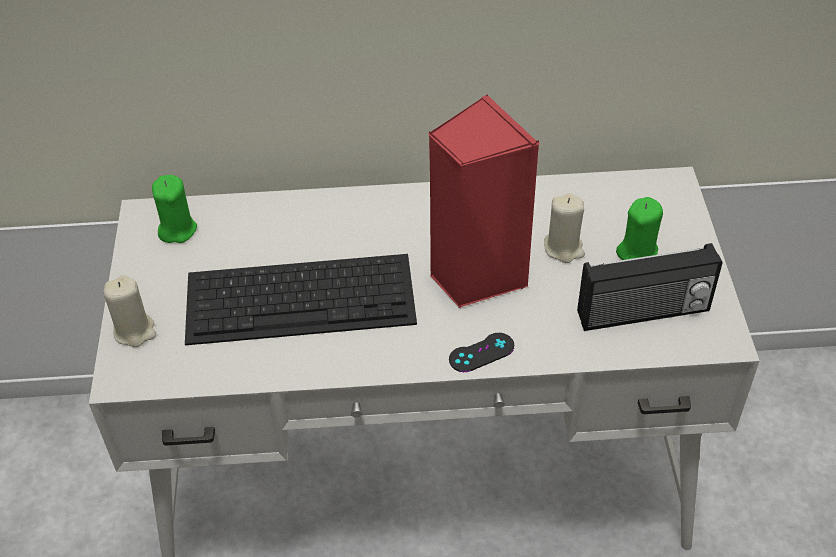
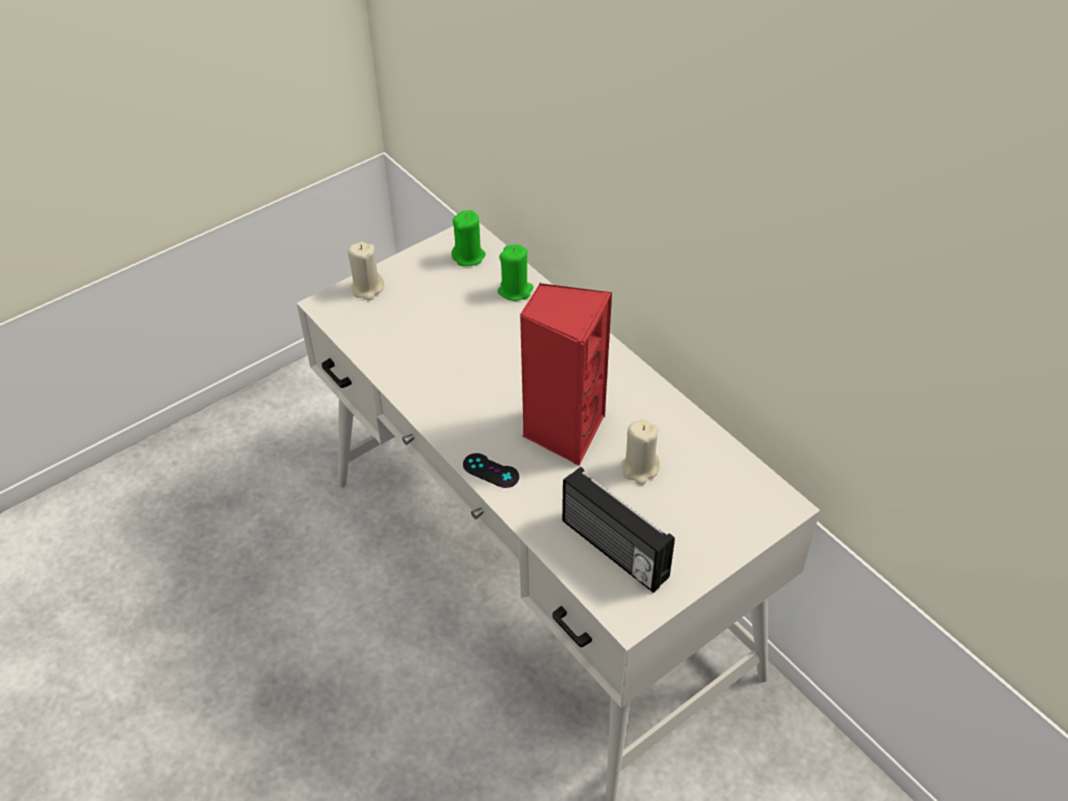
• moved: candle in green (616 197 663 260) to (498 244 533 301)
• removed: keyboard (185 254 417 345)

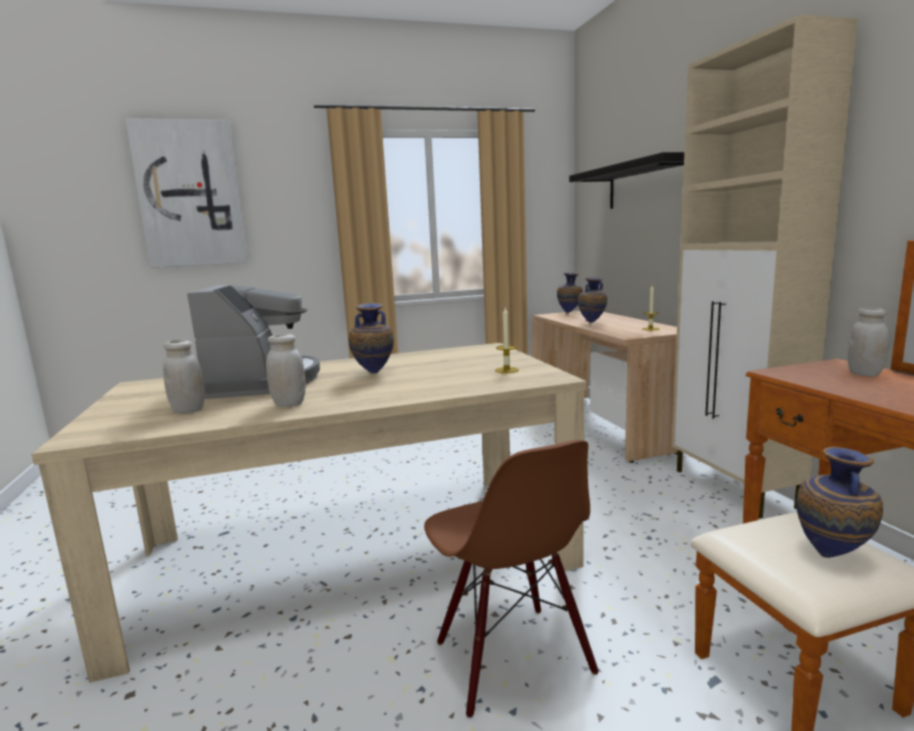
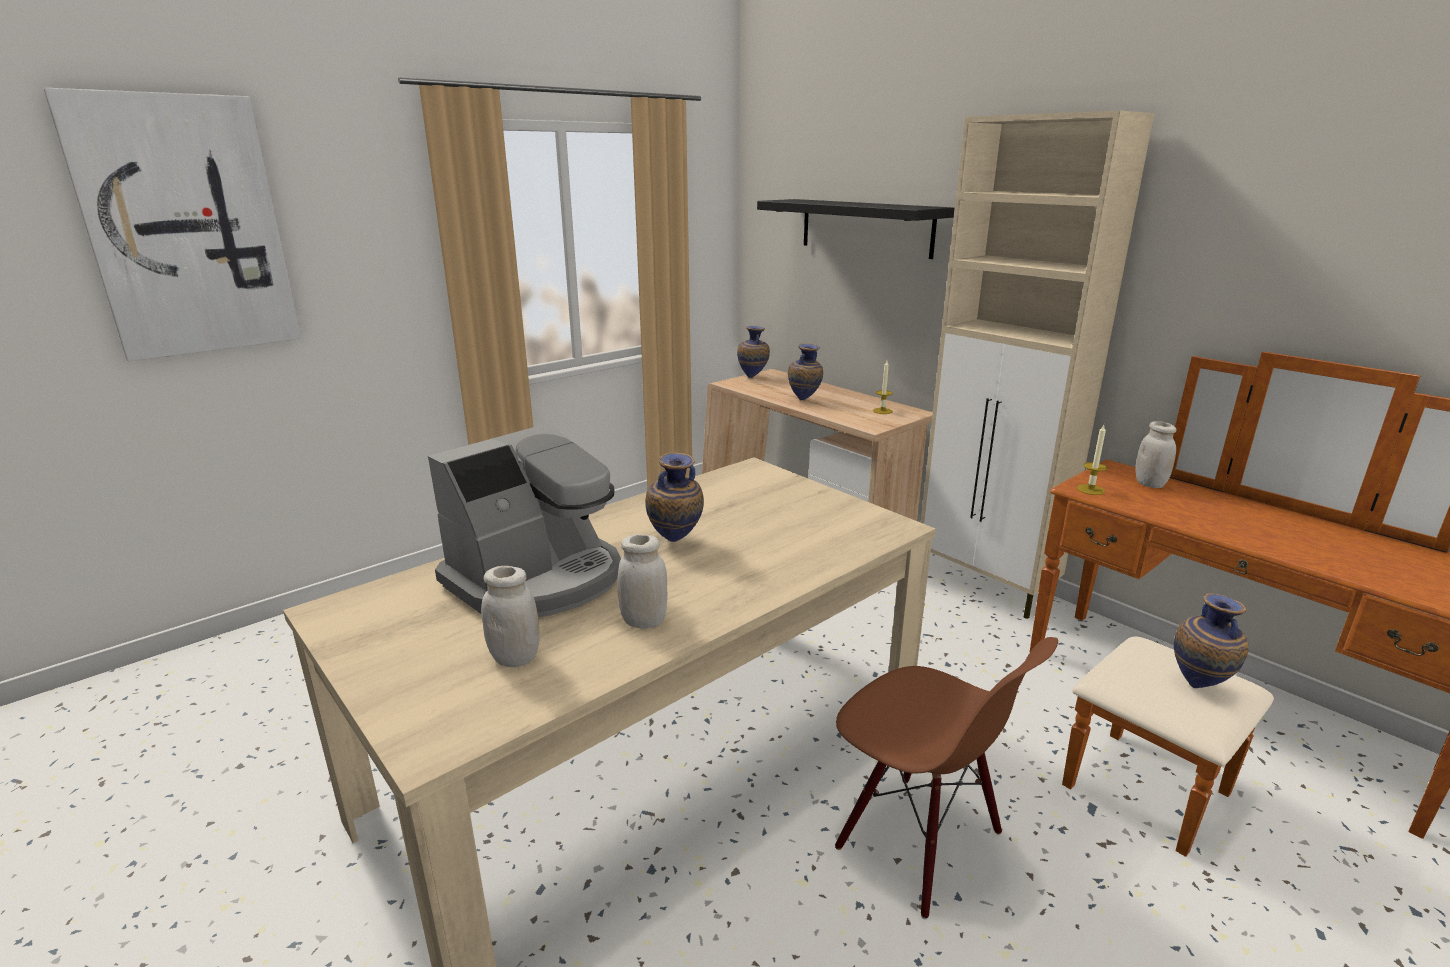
• turned: coffee machine (187 285 320 399) = (428 423 621 617) 75 degrees clockwise
• moved: candle (495 307 519 373) to (1077 425 1108 495)

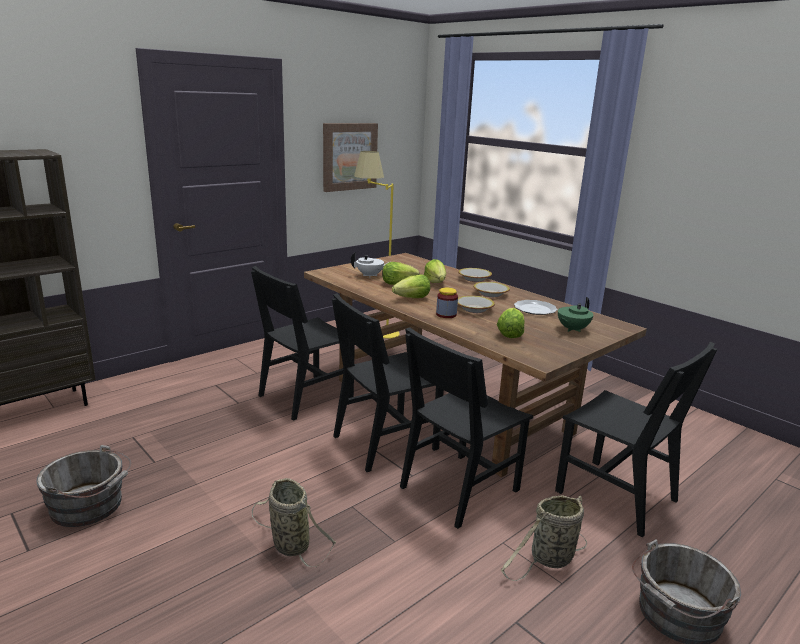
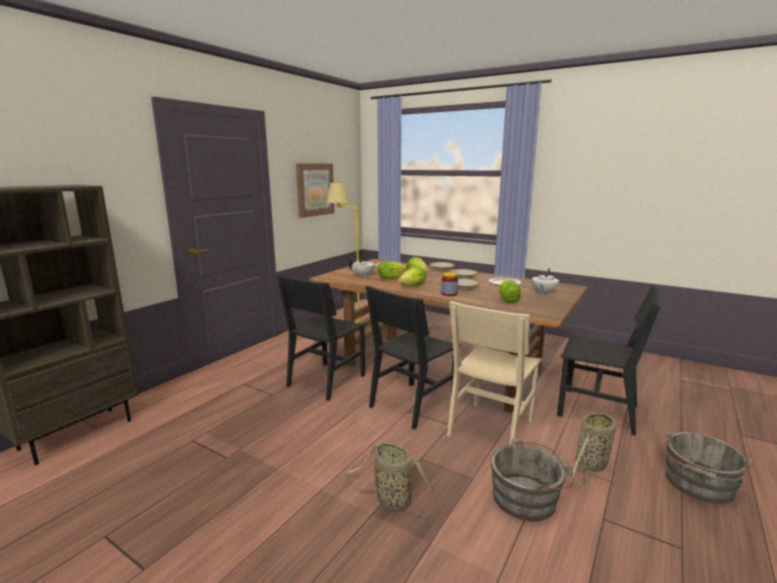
• recoloured: chair in black (400 327 533 529) to chair in beige (447 301 542 445)
• moved: bucket in grey (37 445 131 527) to (491 439 574 521)
• recoloured: teapot in green (558 297 593 332) to teapot in white (532 268 559 294)

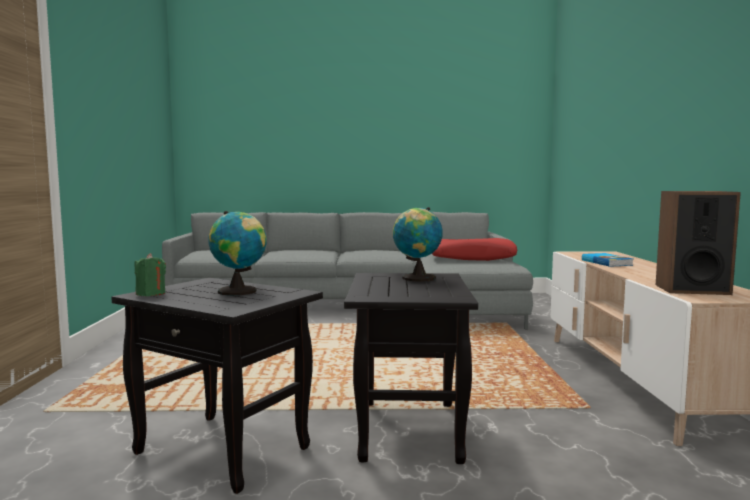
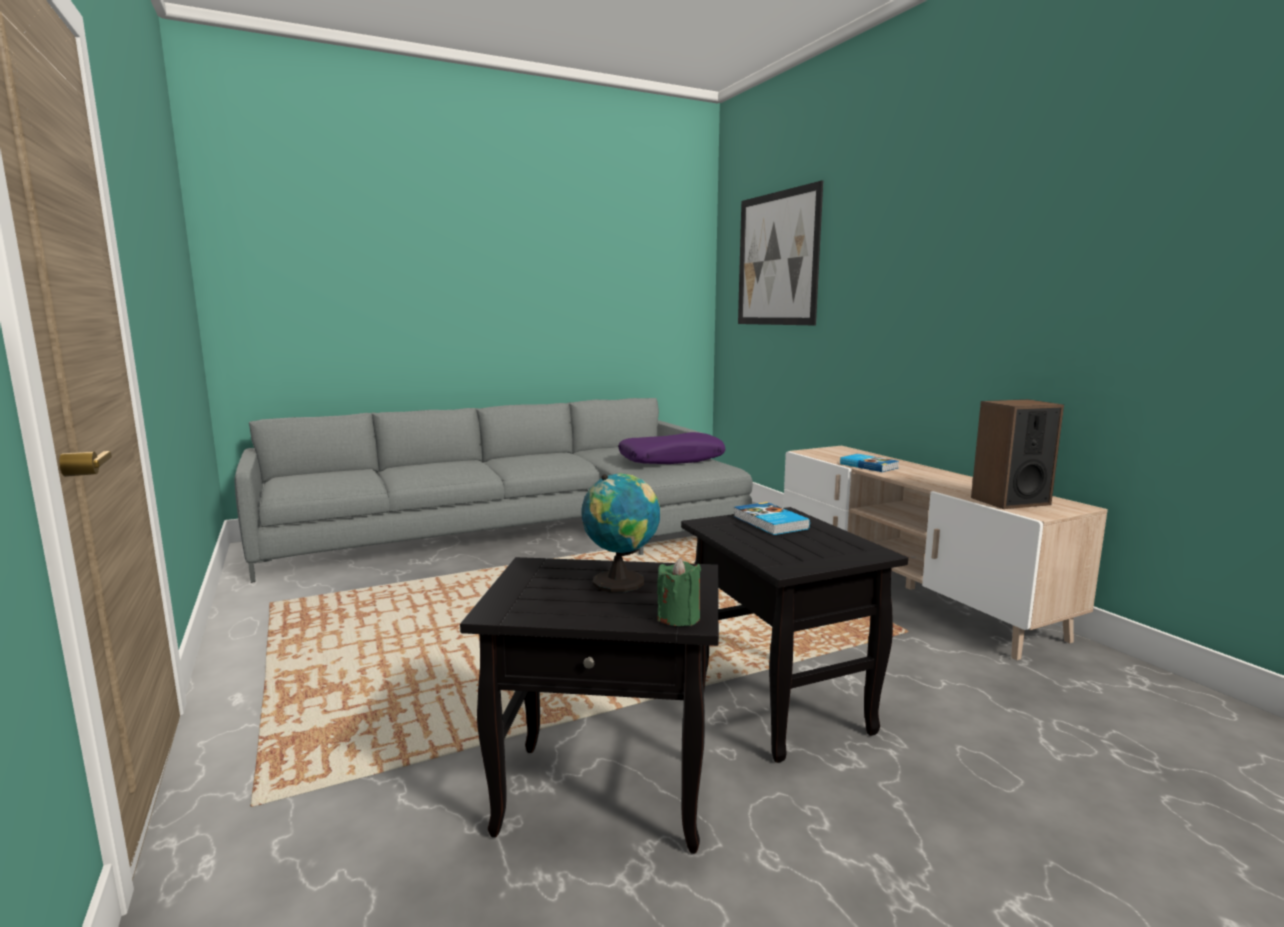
• recoloured: pillow in red (432 238 517 261) to pillow in purple (618 432 725 464)
• moved: candle in green (134 253 166 296) to (657 557 701 626)
• replaced: globe (393 207 443 282) to book (734 502 810 535)
• added: picture (738 181 823 325)

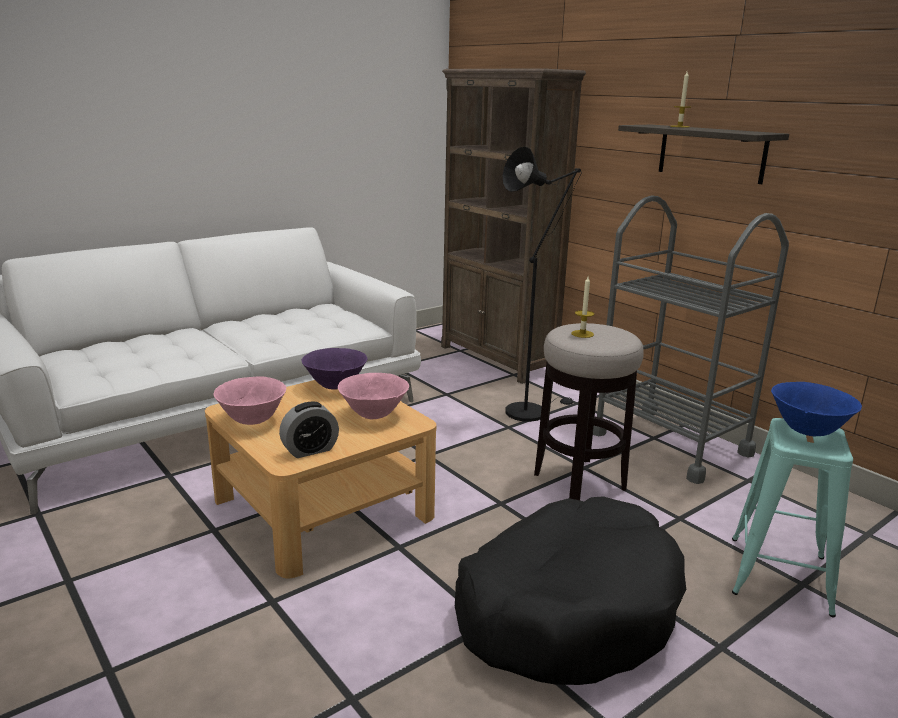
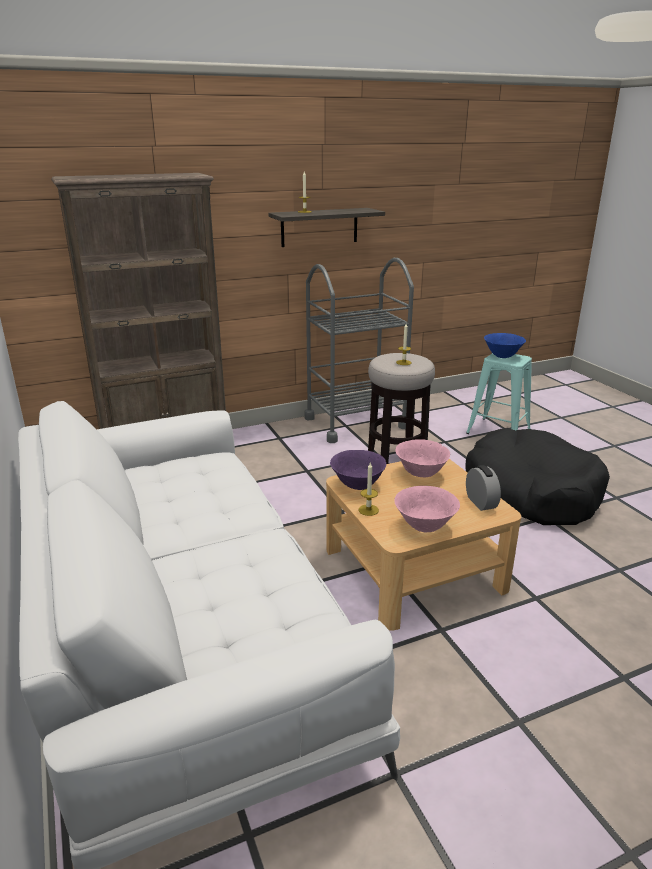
• added: candle (359 463 379 516)
• removed: floor lamp in black (502 146 582 422)

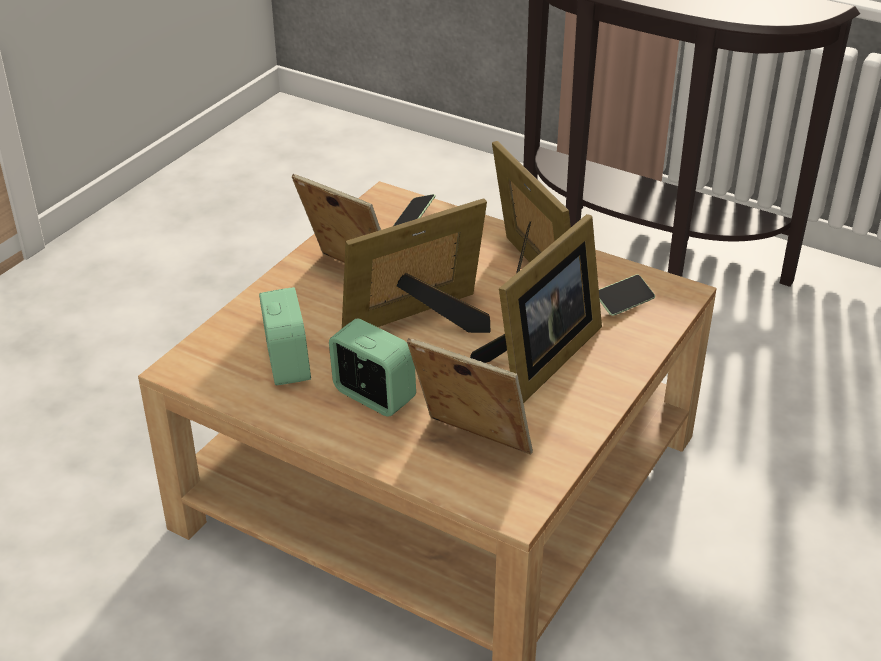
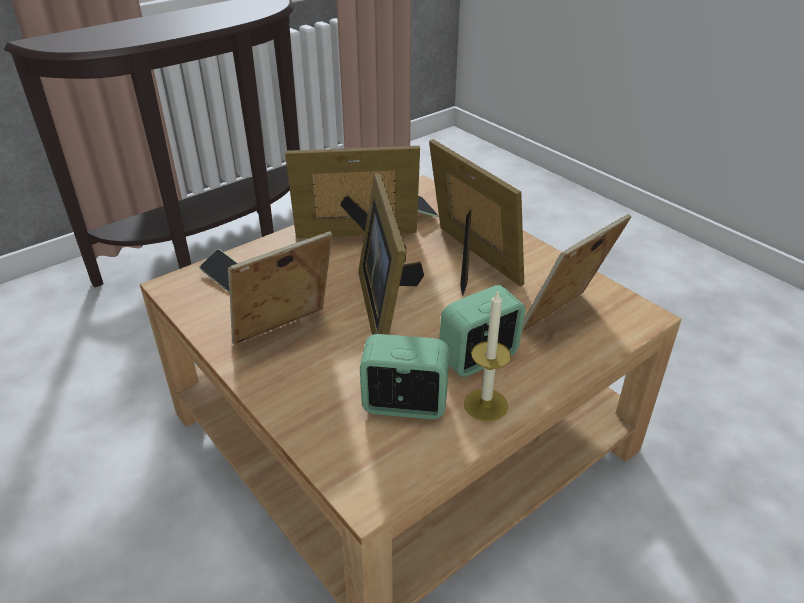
• added: candle (464 291 511 421)

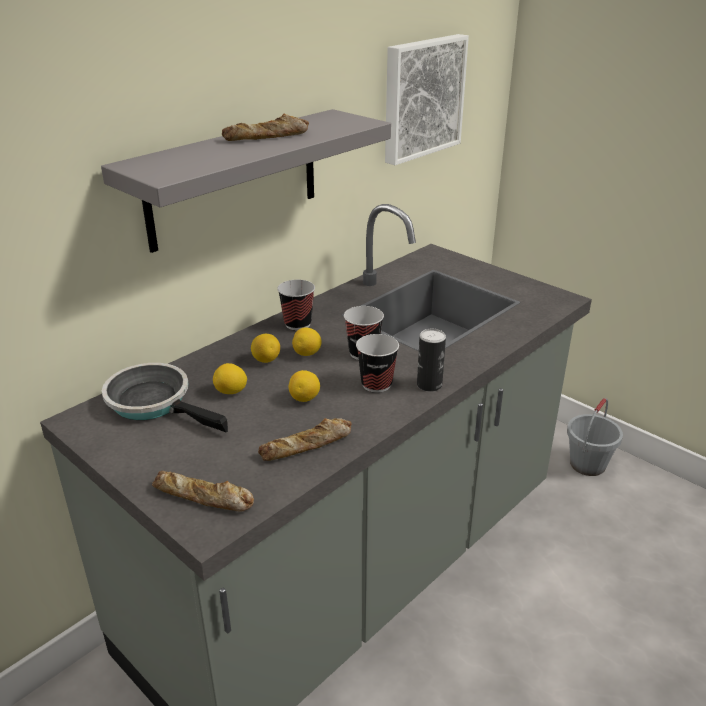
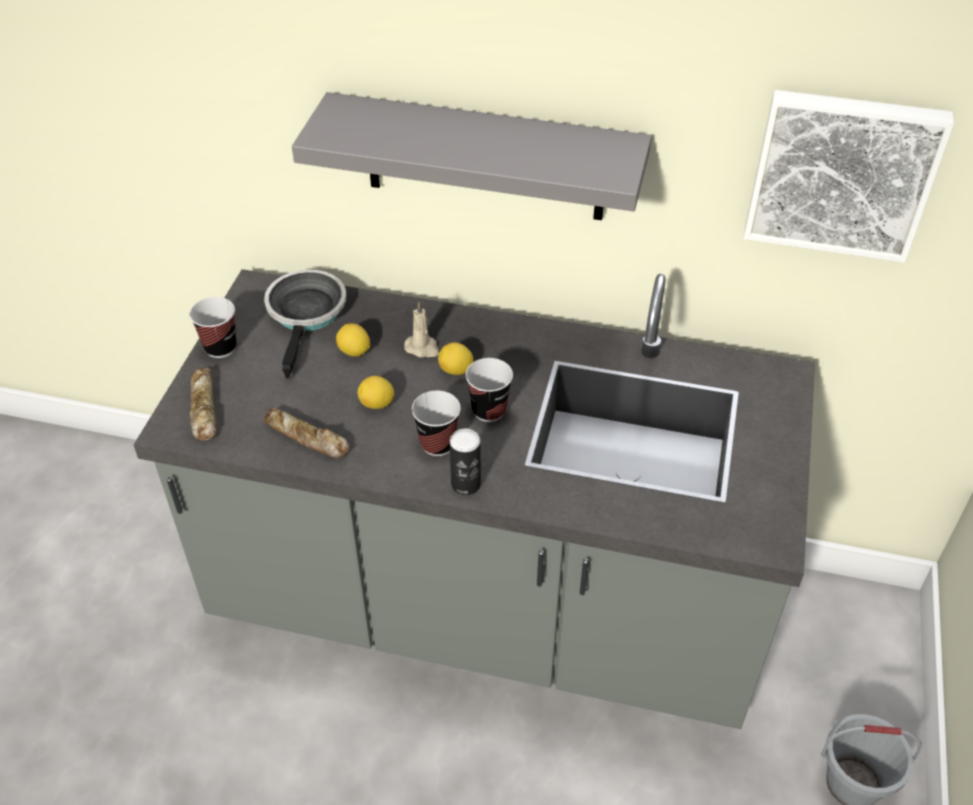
• moved: cup (277 280 315 330) to (189 297 237 358)
• replaced: lemon (251 334 280 363) to candle in beige (404 302 439 358)
• removed: bread (222 114 309 141)

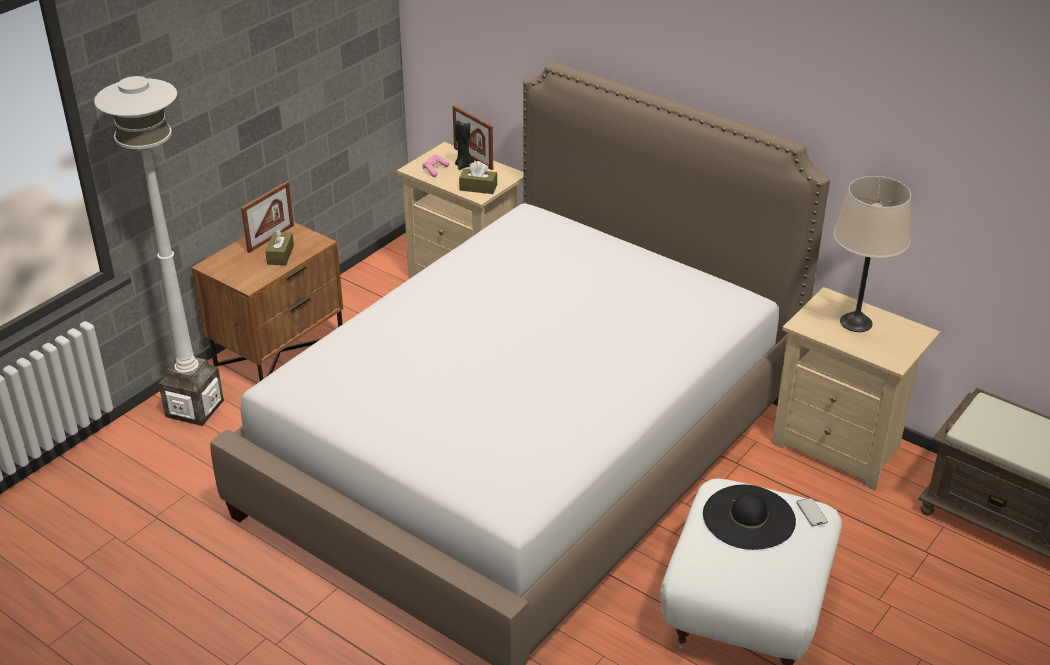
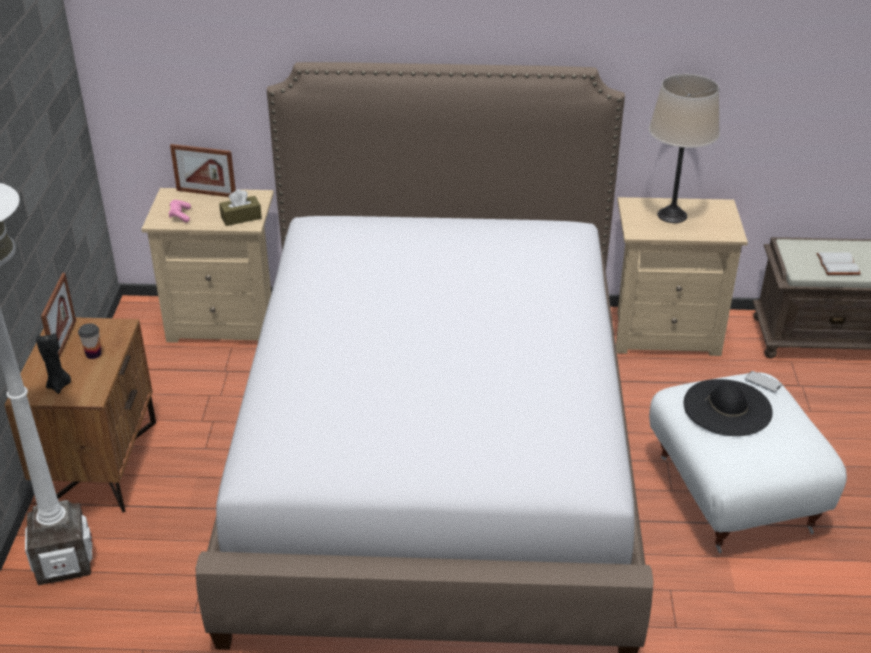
• moved: candle in black (455 121 474 170) to (36 333 71 394)
• replaced: tissue box in brown (265 227 294 265) to cup (78 323 102 359)
• added: book in white (816 252 861 275)

